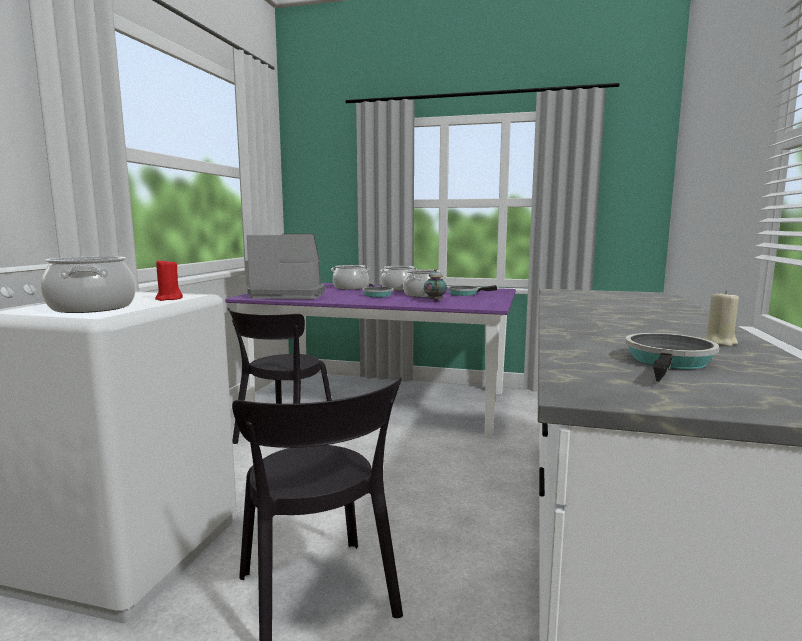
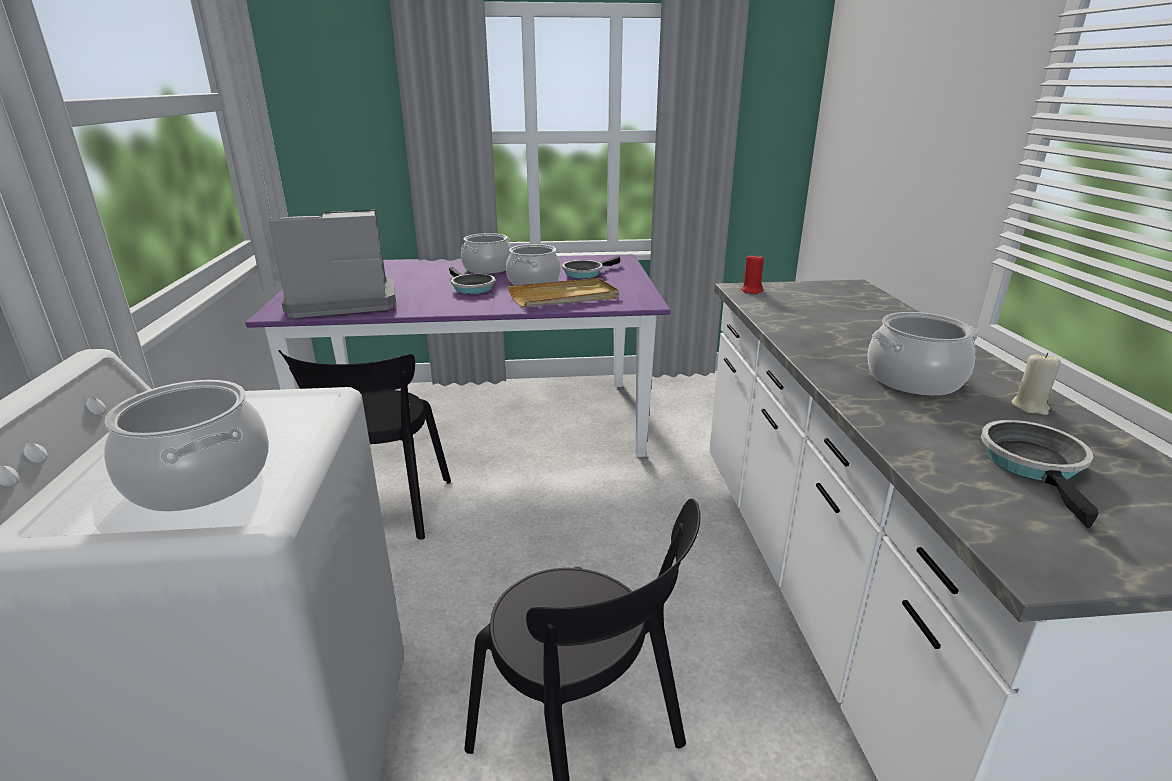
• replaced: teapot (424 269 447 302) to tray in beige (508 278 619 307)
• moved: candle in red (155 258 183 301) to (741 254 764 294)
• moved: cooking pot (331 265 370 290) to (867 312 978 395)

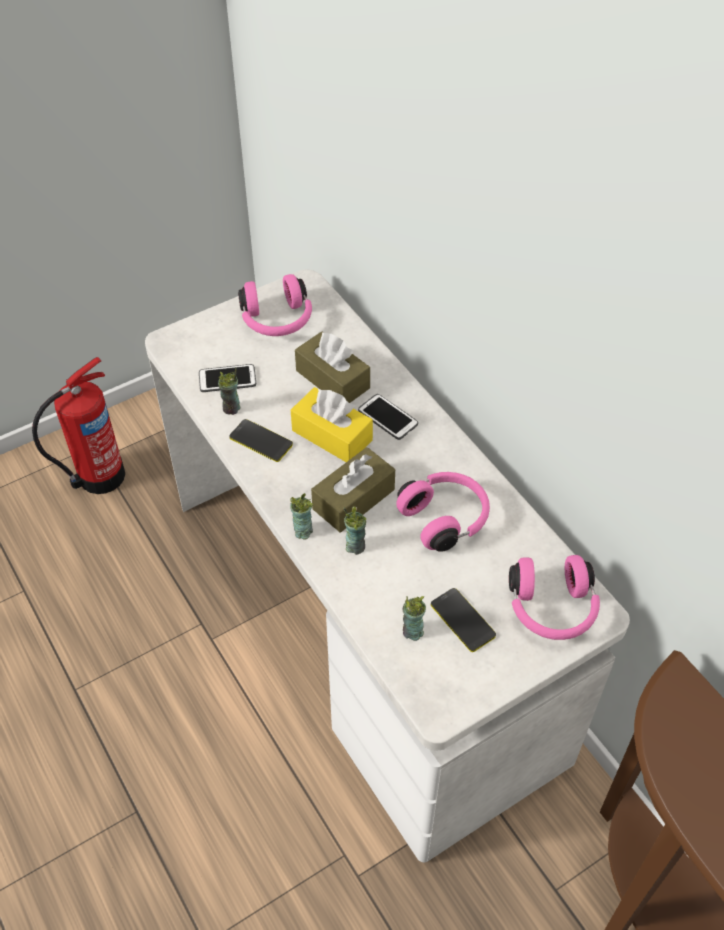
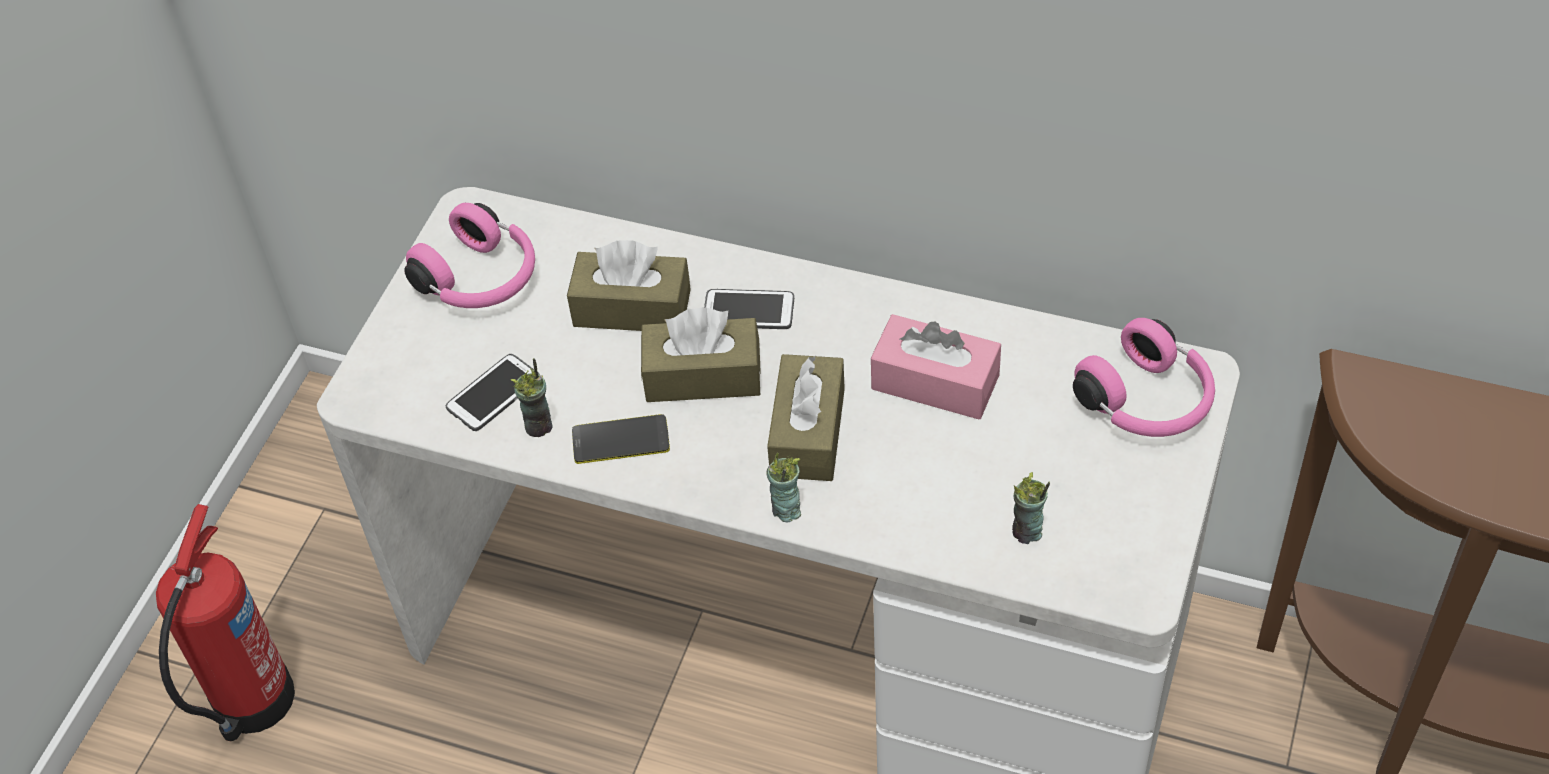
• recoloured: tissue box in yellow (291 387 373 462) to tissue box in brown (641 307 761 402)
• replaced: headphones in pink (396 472 490 552) to tissue box in pink (871 314 1001 420)
• removed: cup (344 506 367 555)
• removed: phone (431 588 496 652)

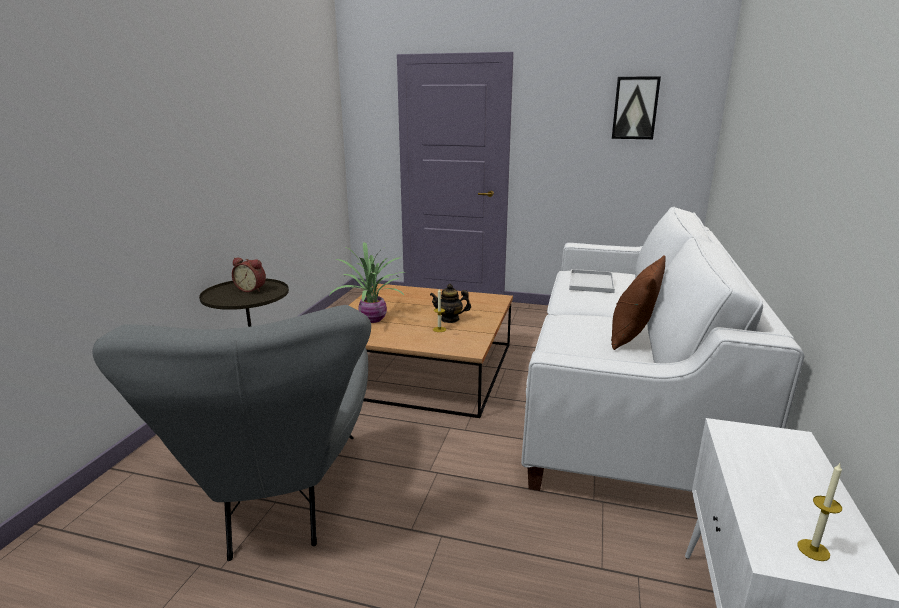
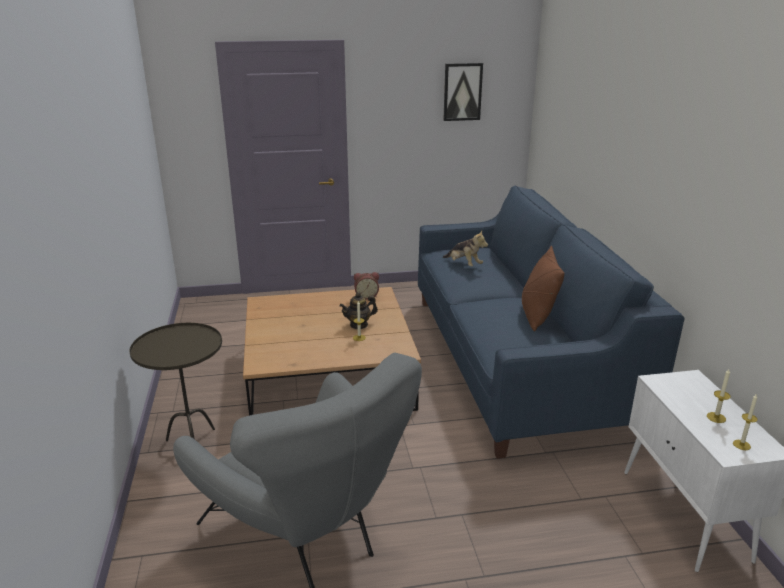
• moved: alarm clock (232 258 266 292) to (354 272 379 300)
• recoloured: sofa in white (521 207 805 492) to sofa in blue (418 186 684 459)
• replaced: tray in white (569 269 615 293) to plush toy (442 231 488 266)
• added: candle (707 369 731 423)
• removed: potted plant (330 242 405 323)

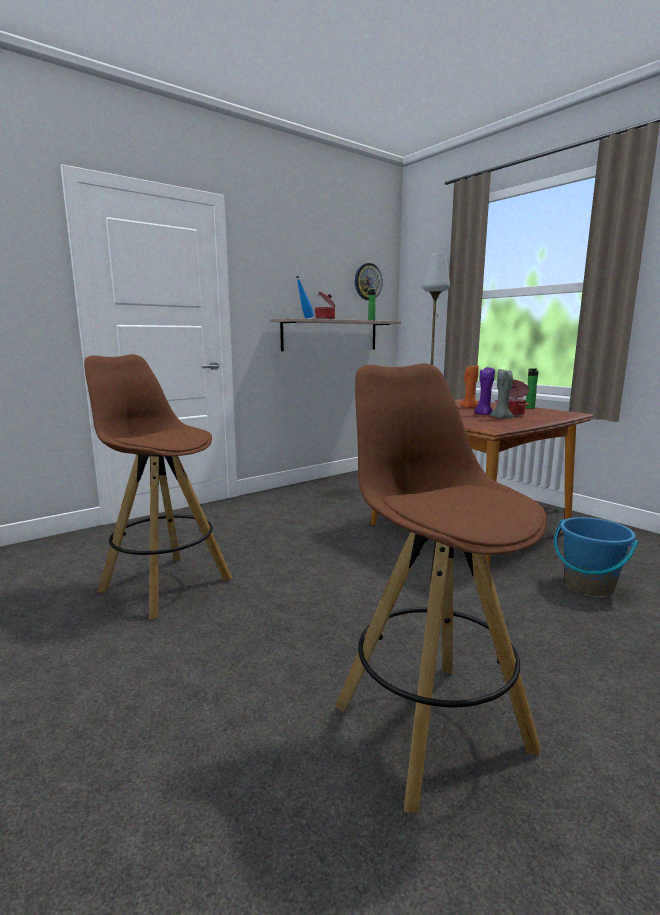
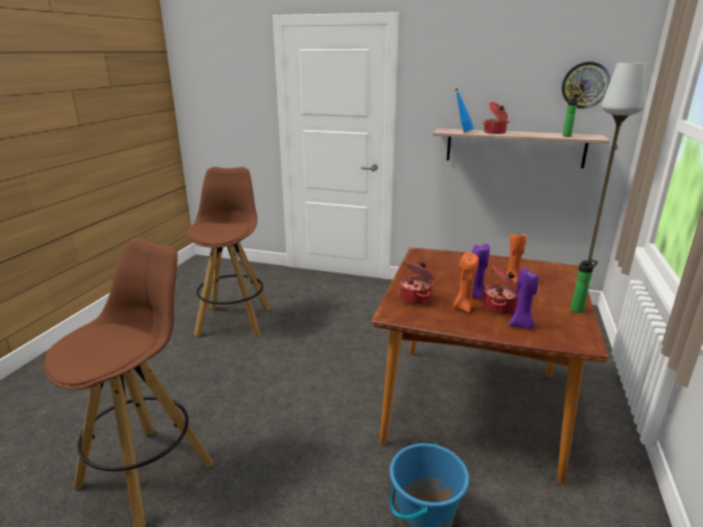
• added: cooking pot (400 262 435 306)
• recoloured: candle in grey (490 369 514 419) to candle in orange (454 252 479 313)
• added: candle in purple (509 268 539 329)

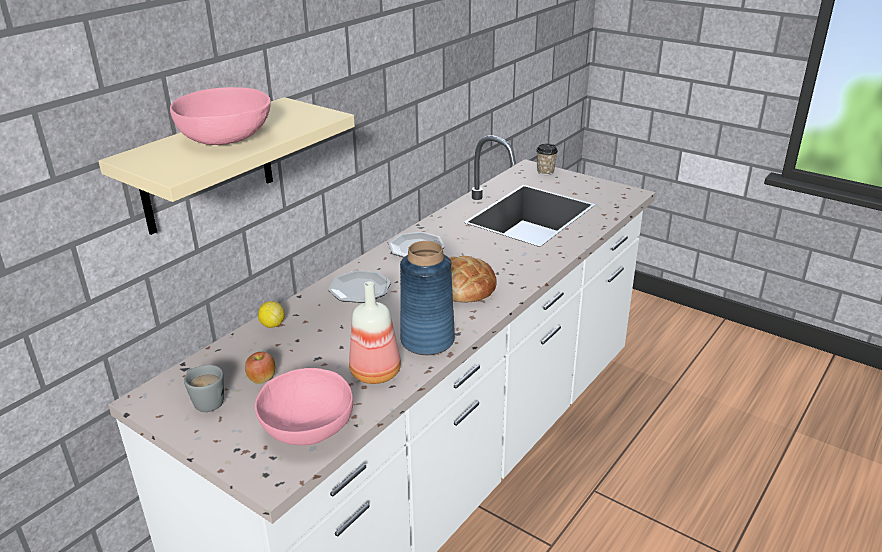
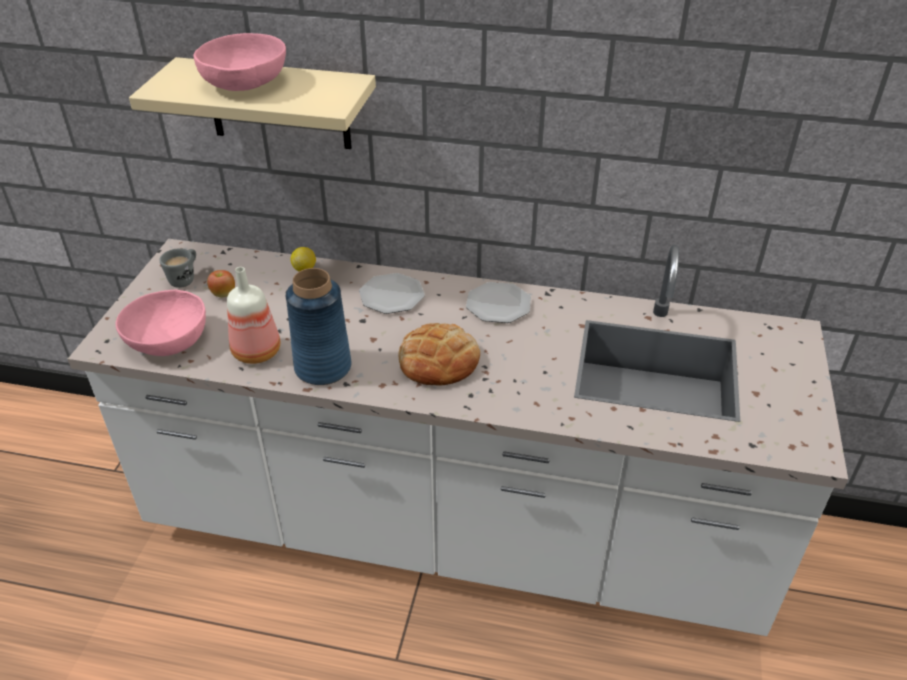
• removed: cup (536 144 558 175)

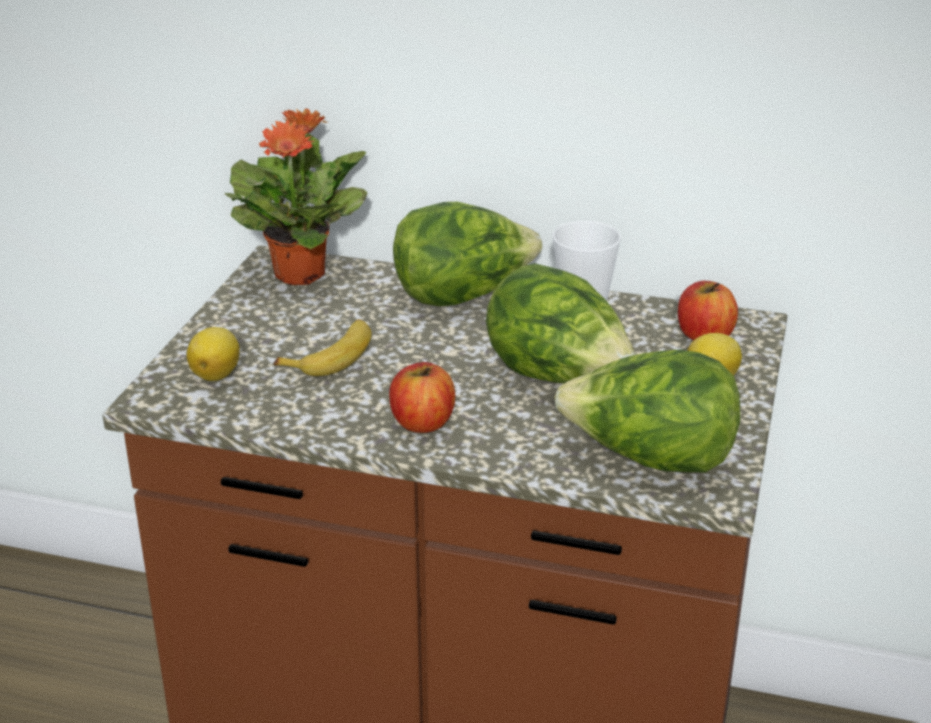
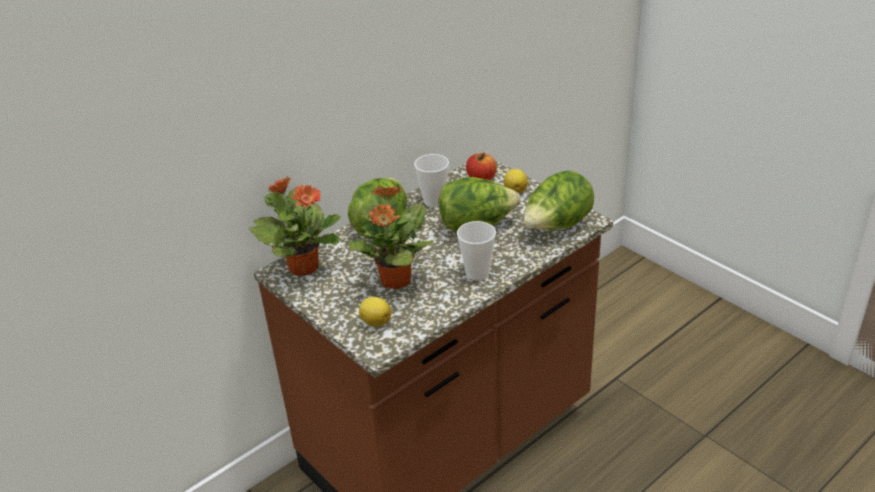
• replaced: banana (274 319 372 376) to potted plant (348 186 434 289)
• replaced: apple (389 362 455 433) to cup (457 221 496 281)

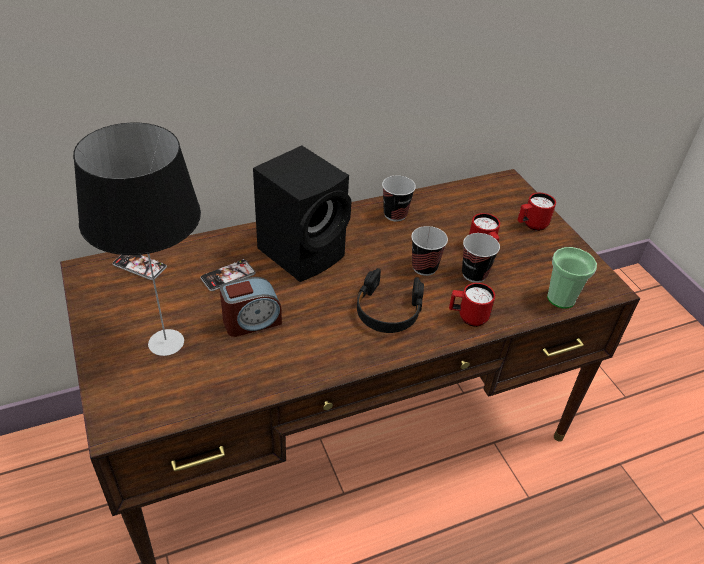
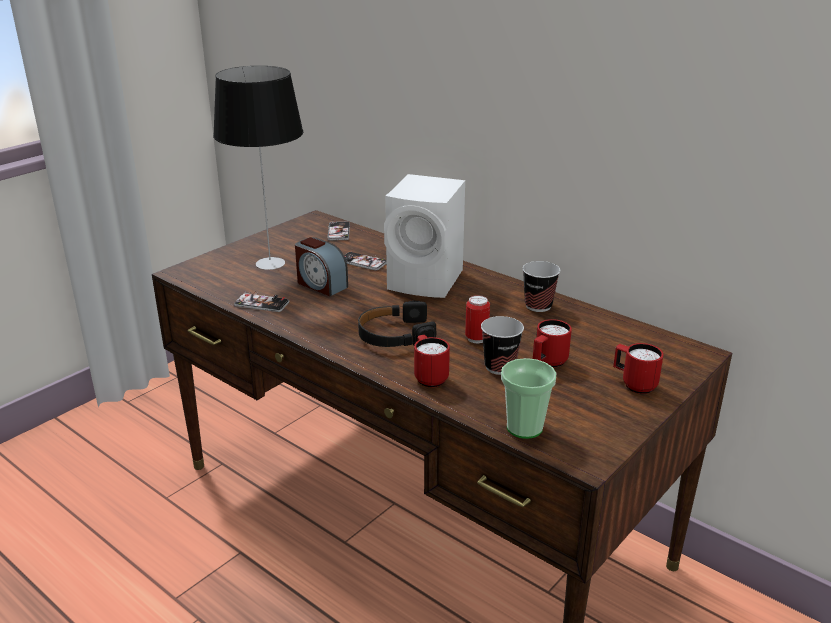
• added: phone (234 292 290 312)
• recoloured: speaker in black (253 146 351 282) to speaker in white (384 174 465 298)
• replaced: cup (411 226 448 276) to can (465 295 490 343)

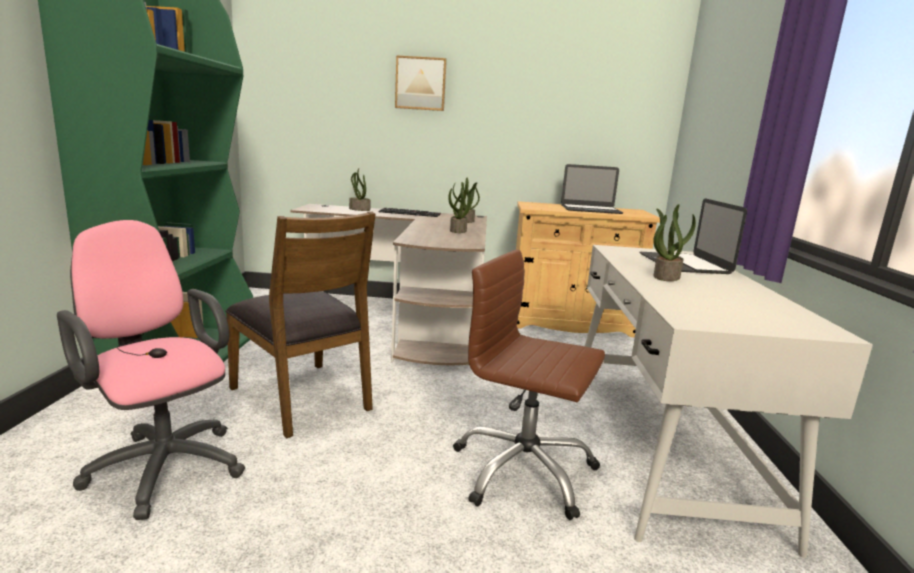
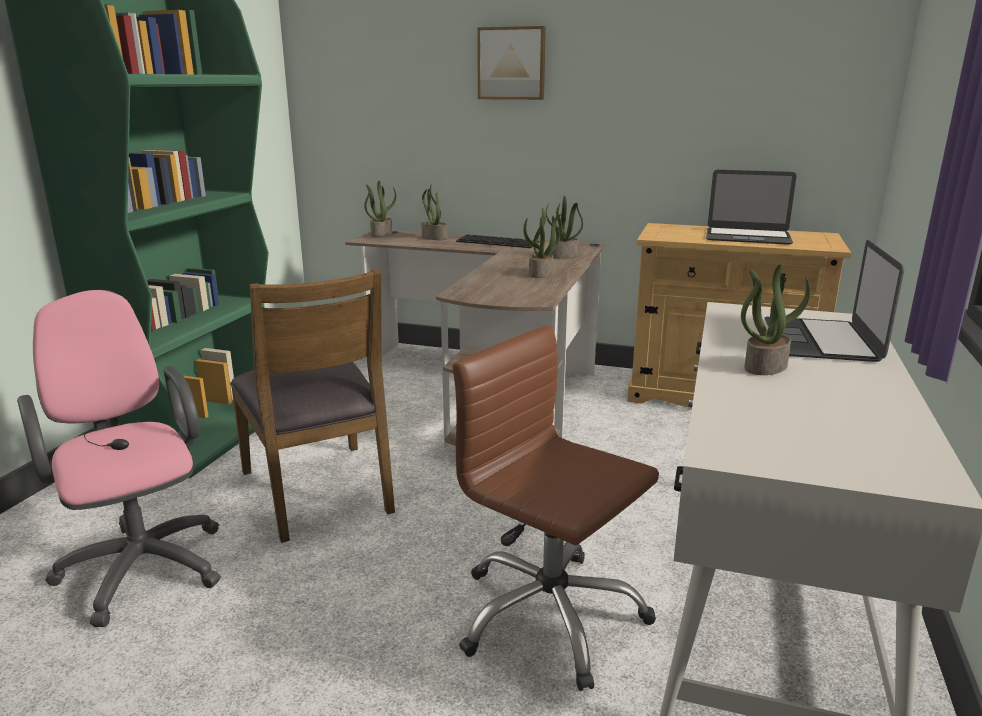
• added: potted plant (364 180 396 237)

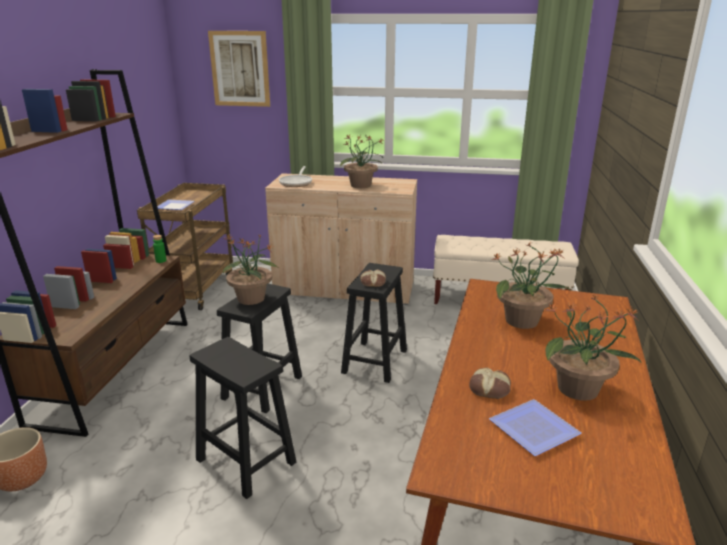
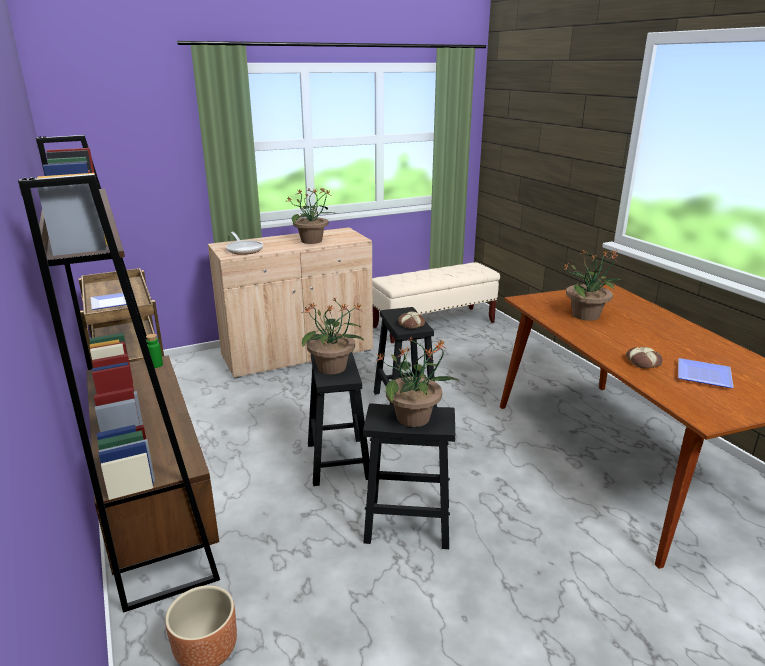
• moved: potted plant (545 295 641 401) to (376 337 458 427)
• removed: picture (208 31 270 107)

